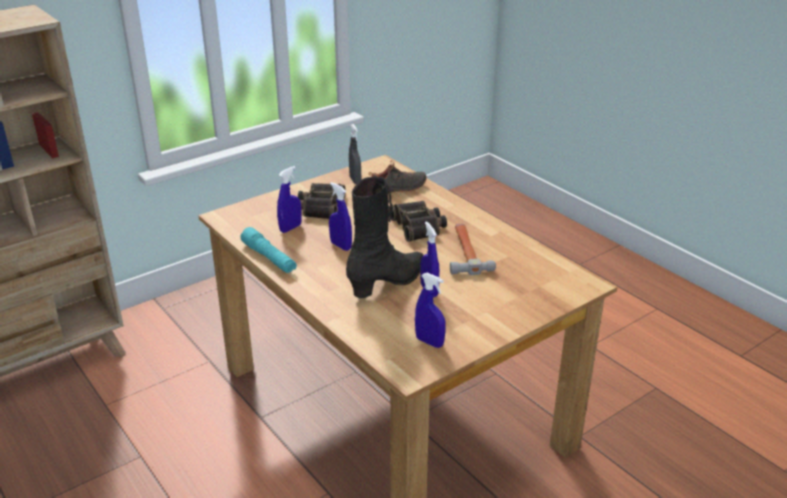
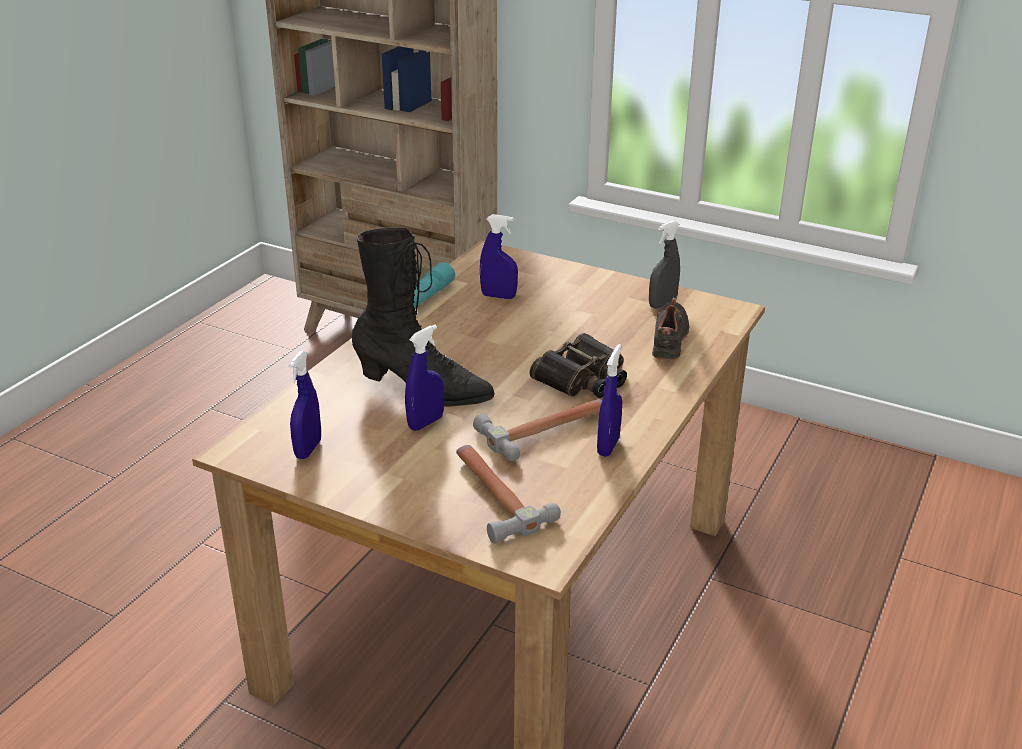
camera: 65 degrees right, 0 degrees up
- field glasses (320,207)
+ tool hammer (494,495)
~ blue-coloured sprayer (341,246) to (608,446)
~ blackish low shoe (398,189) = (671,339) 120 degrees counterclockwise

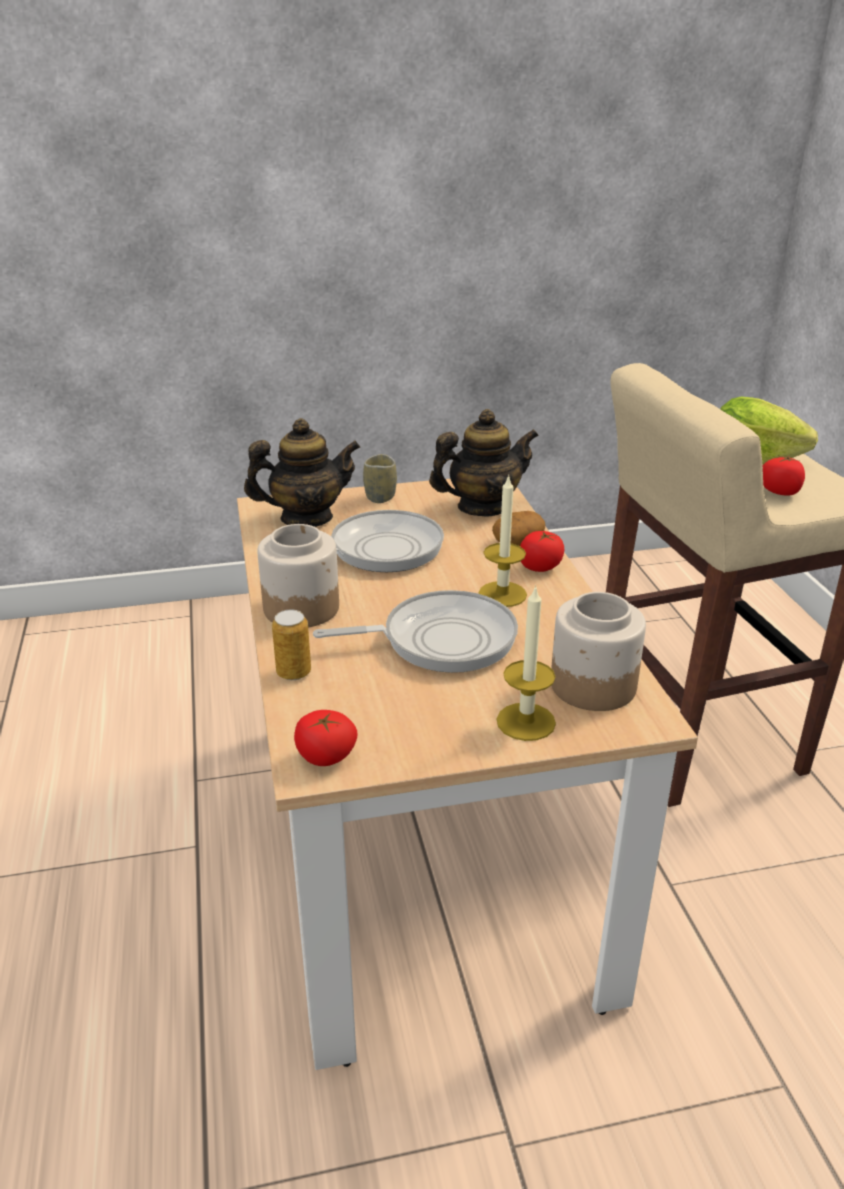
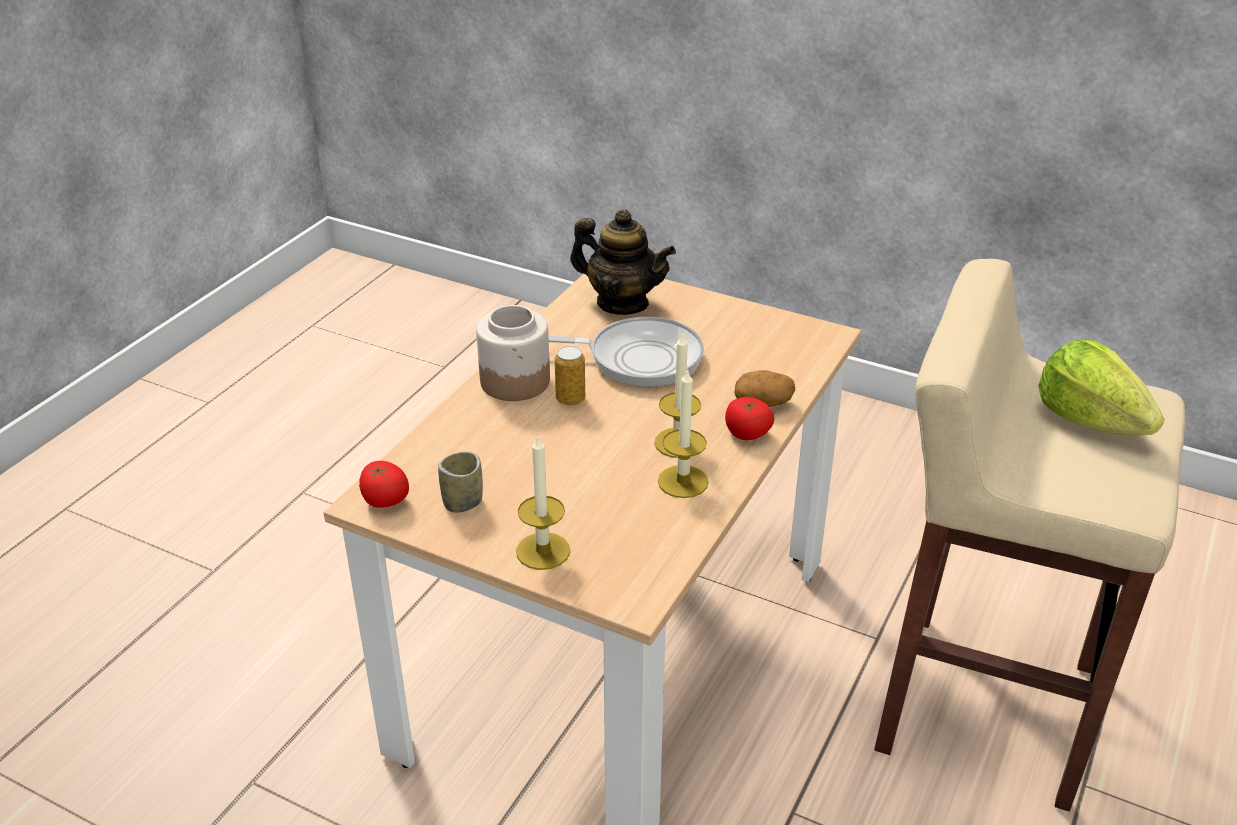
camera: 40 degrees right, 5 degrees up
- pan (441,640)
- teapot (482,507)
- preserve jar (592,686)
- whole tomato (780,491)
+ candle (683,481)
~ can (293,672) to (570,399)
~ cup (380,497) to (463,502)

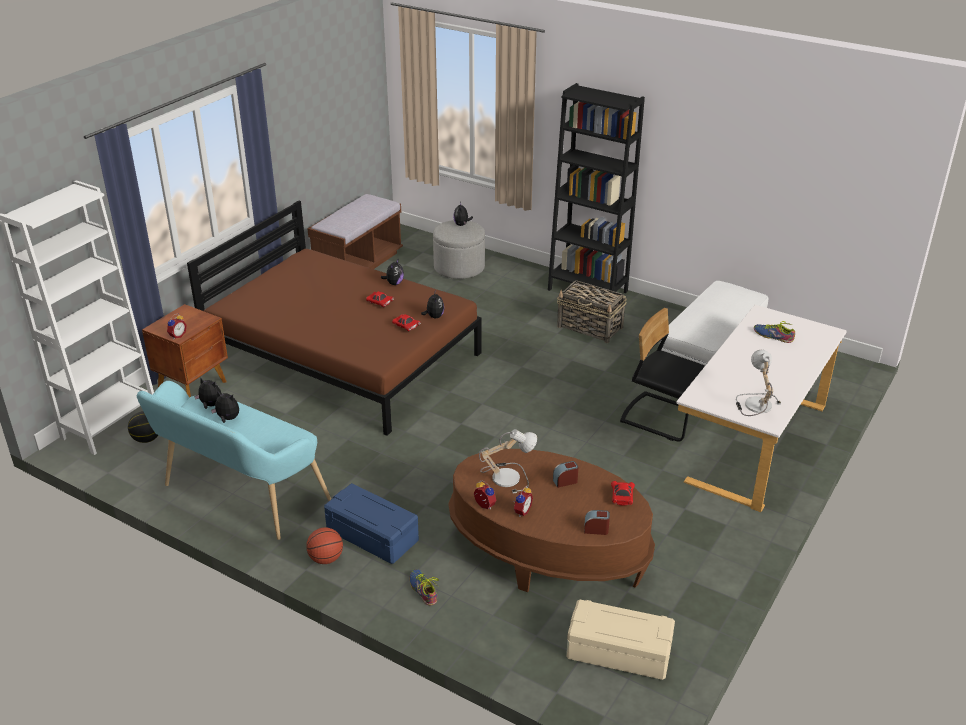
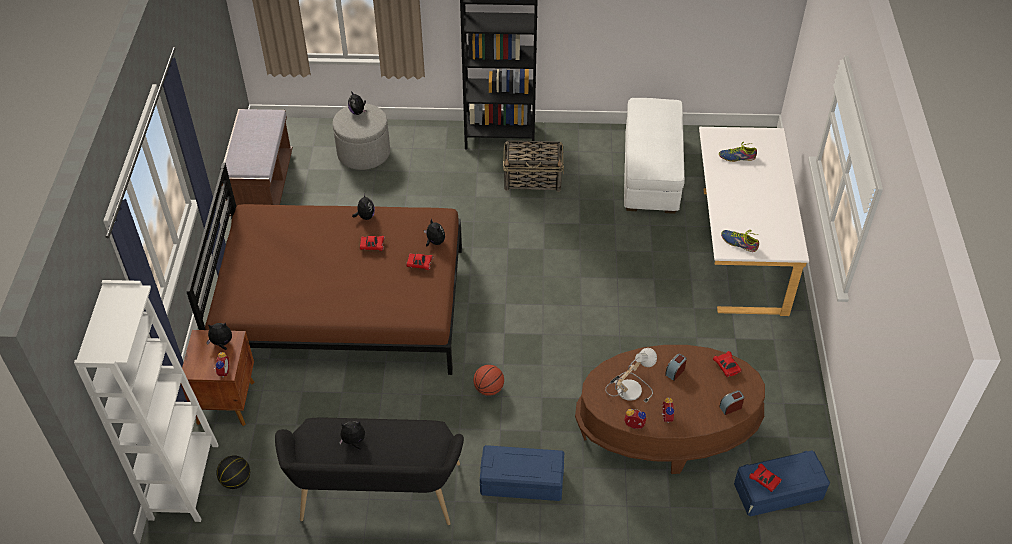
camera: 30 degrees left, 15 degrees up
- blackish chair (663,418)
- lamp for a table (755,404)
+ red-coloured toy car (764,480)
~ plush toy (210,405) to (222,343)
~ basketball ball (326,559) to (489,389)
~ low shoe (423,590) to (739,243)
~ turquoise bench (239,496) to blackish bench (377,498)
~ beige storage container (618,652) to blue-coloured storage container (778,492)

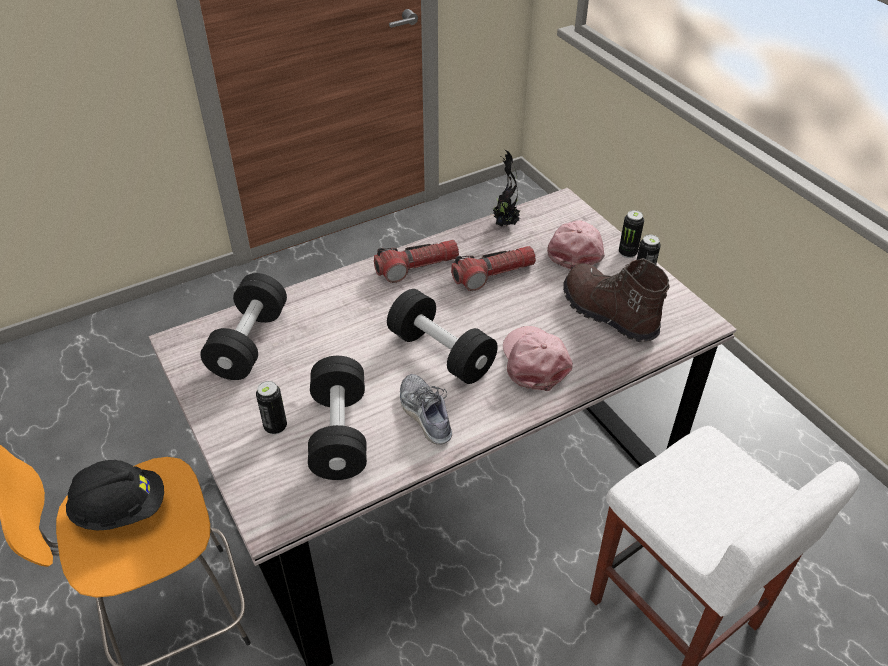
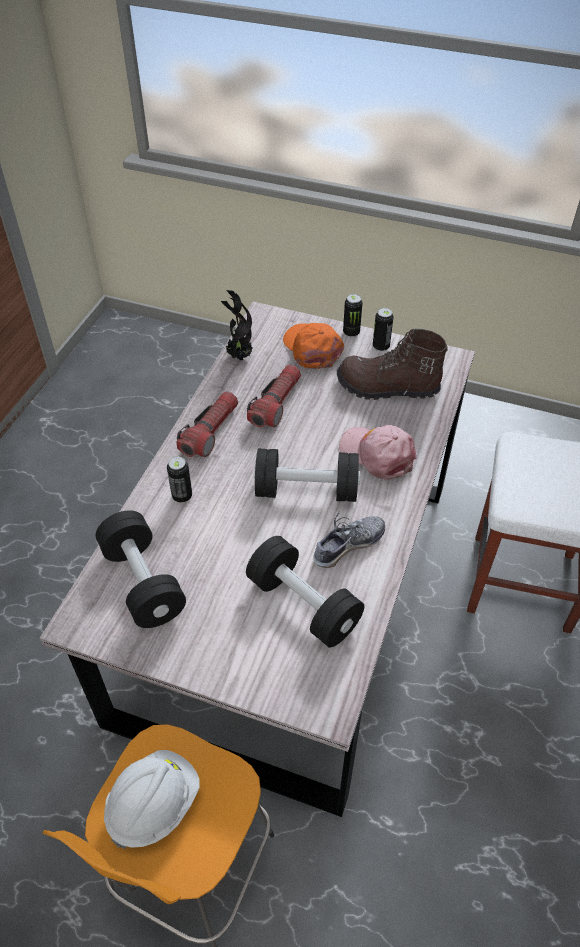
camera: 40 degrees left, 5 degrees up
~ can (275,427) to (182,496)
~ blackish safety helmet (121,509) to white-coloured safety helmet (153,804)
~ pink-coloured cap (576,248) to orangey cap (312,349)
~ low shoe (425,414) = (348,545) 120 degrees clockwise

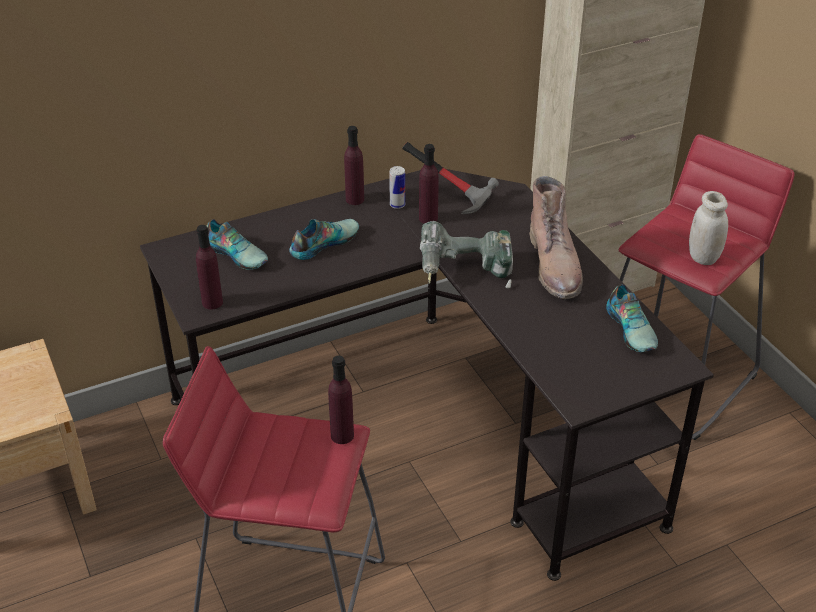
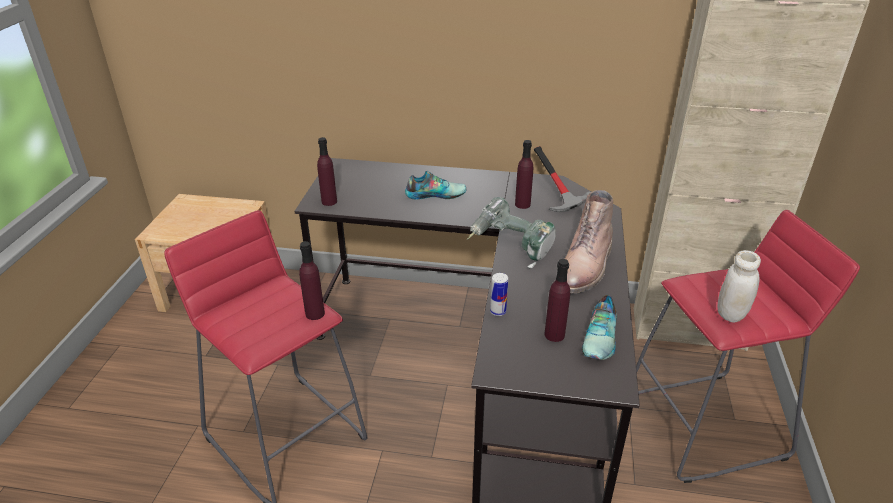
camera: 35 degrees right, 5 degrees down
- low shoe (237,253)
~ purple-coloured bottle (355,199) to (554,335)
~ can (397,205) to (498,311)

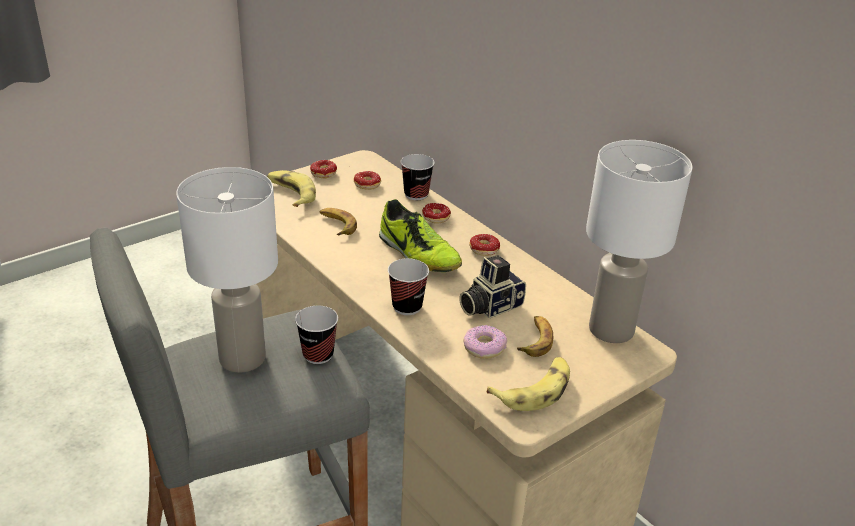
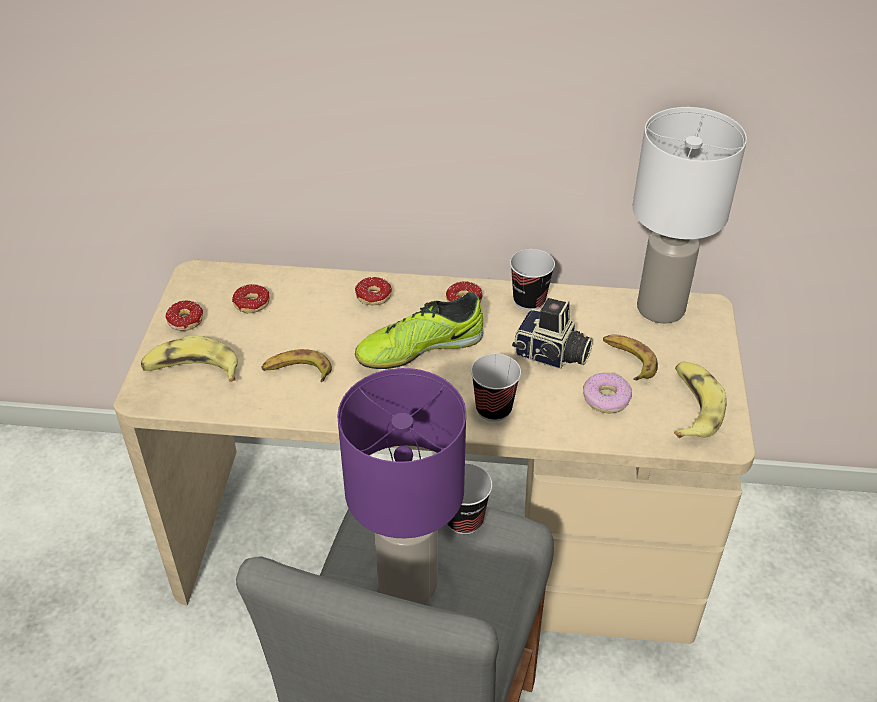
camera: 45 degrees left, 10 degrees up
~ cup (416,194) to (529,300)
~ white-coloured lamp for a table (243,359) to purple-coloured lamp for a table (409,583)
~ low shoe (418,255) = (419,348) 150 degrees clockwise
~ still camera (489,306) = (551,355) 75 degrees counterclockwise

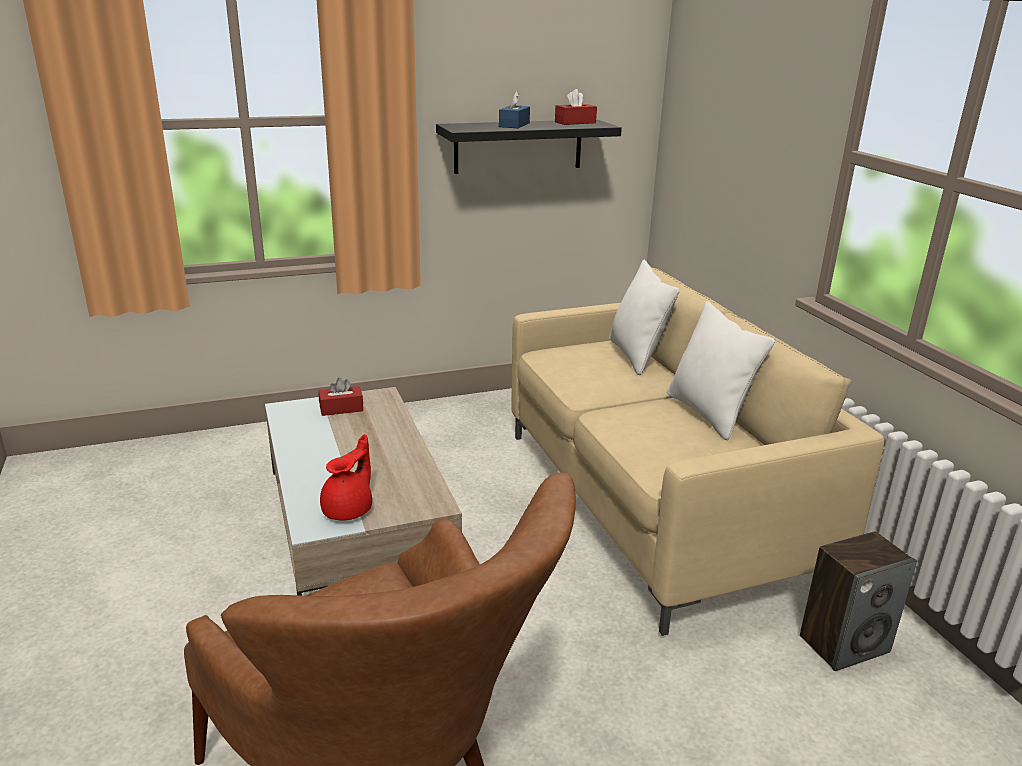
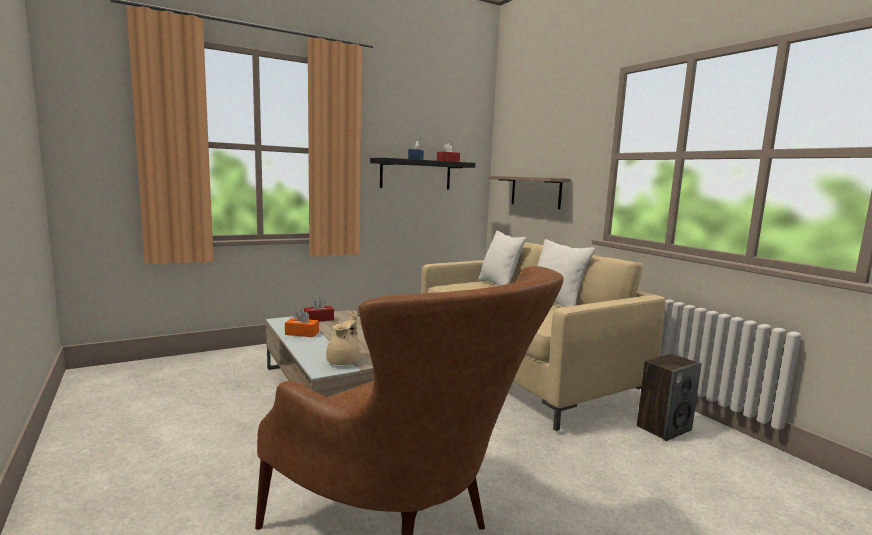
camera: 10 degrees left, 15 degrees down
+ orangey tissue box (302,333)
+ bracket shelf (535,192)
~ red-coloured teapot (349,509) to beige teapot (345,361)

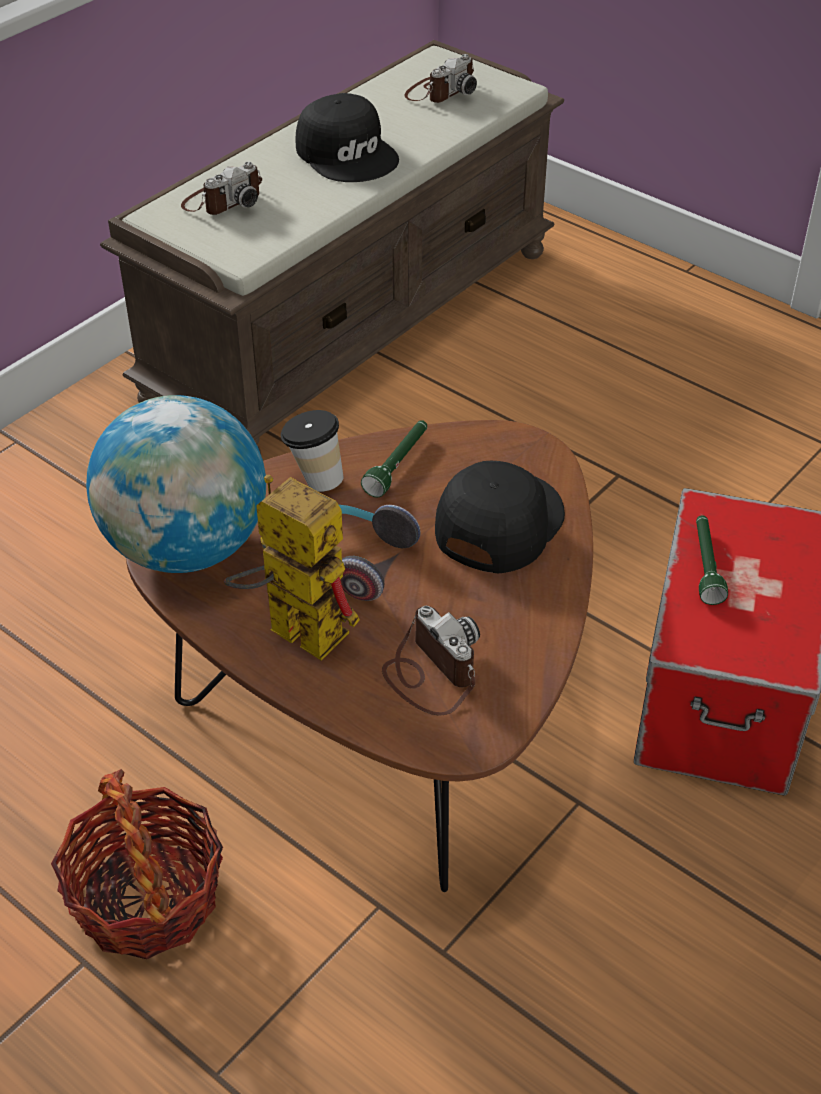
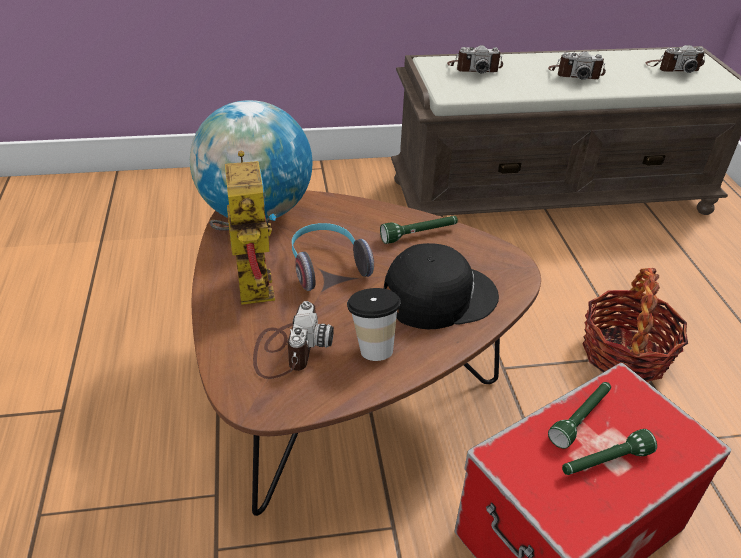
camera: 40 degrees right, 5 degrees down
+ green-coloured flashlight (604,462)
~ basket (146,897) to (624,354)
~ cup (314,480) to (372,347)
~ blackish cap (348,153) to still camera (575,74)

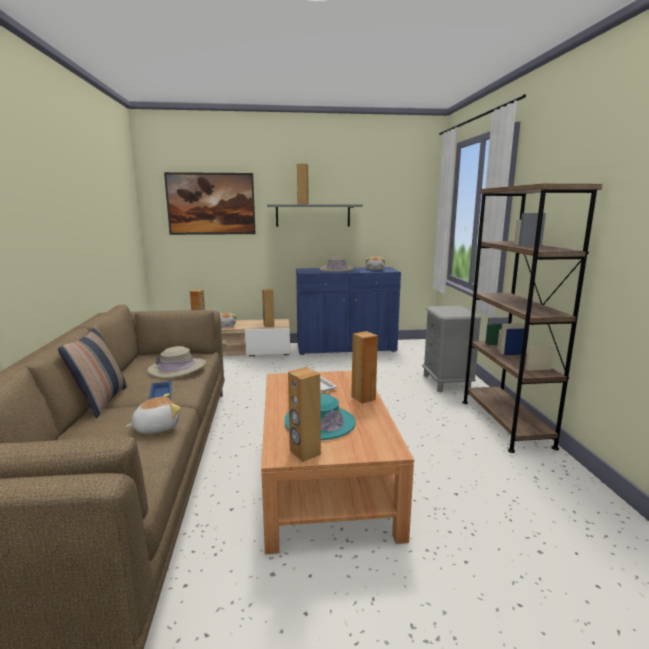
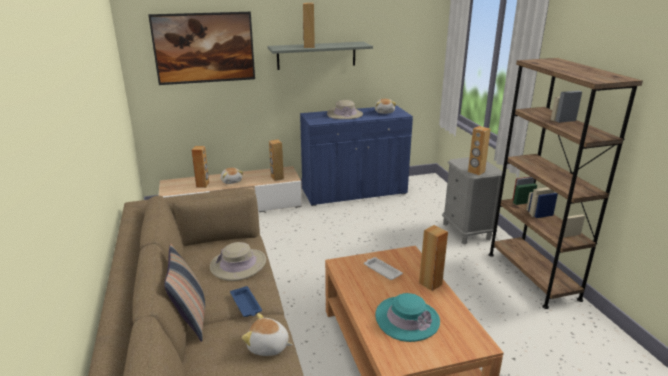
camera: 10 degrees left, 10 degrees up
~ brown speaker (304,453) to (476,172)
~ plush toy (156,427) = (268,347) 120 degrees counterclockwise

